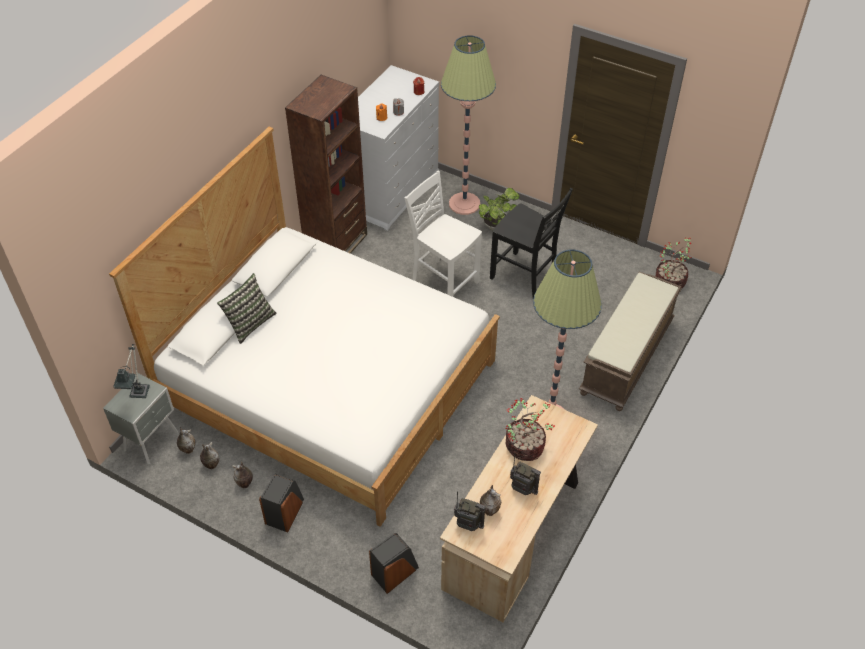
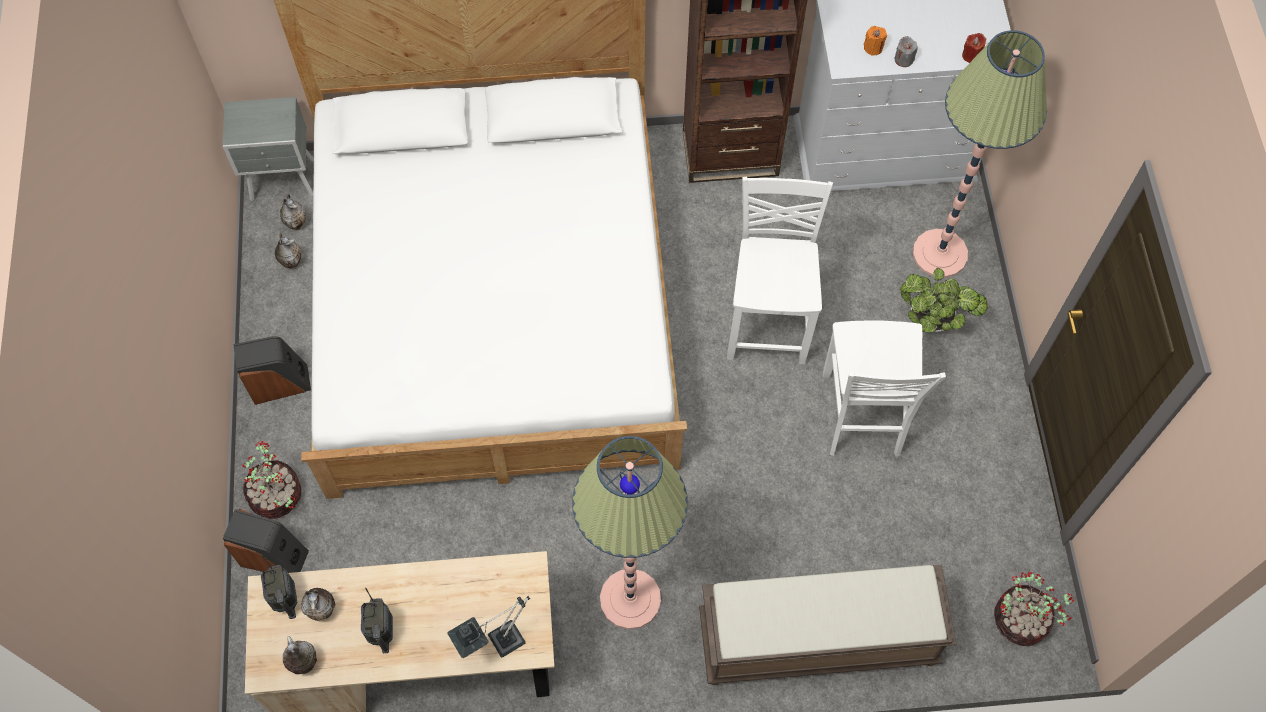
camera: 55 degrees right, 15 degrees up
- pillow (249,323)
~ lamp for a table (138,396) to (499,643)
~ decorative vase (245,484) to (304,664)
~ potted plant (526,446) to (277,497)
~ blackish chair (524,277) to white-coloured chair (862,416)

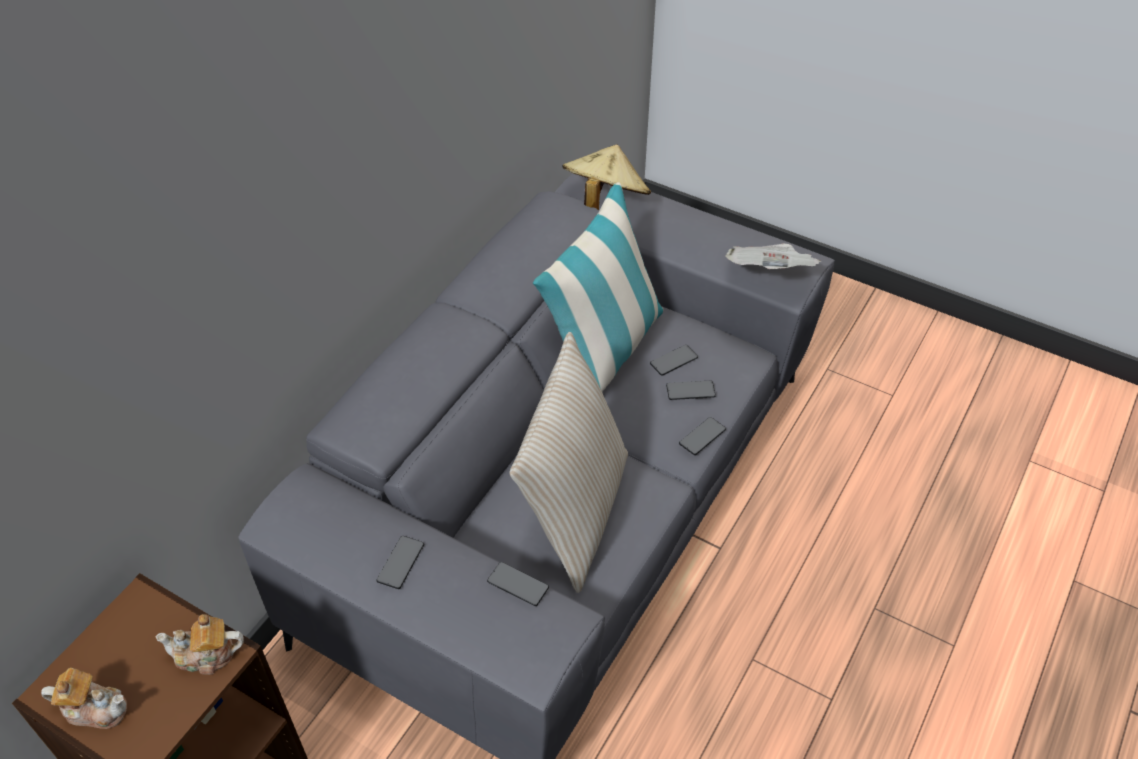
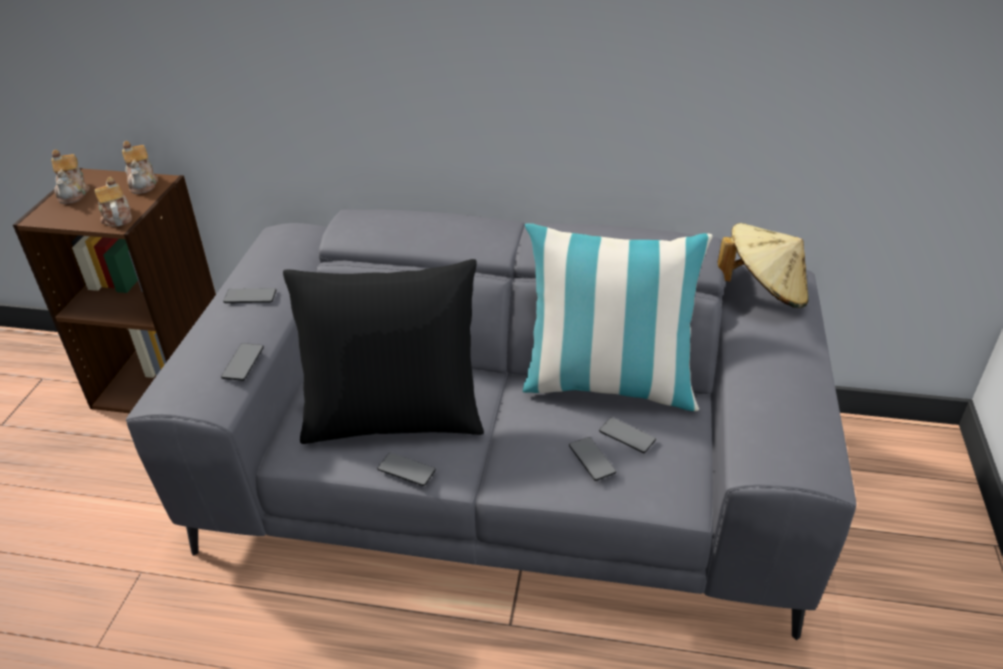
camera: 70 degrees right, 10 degrees down
- newspaper (769,275)
+ teapot (143,183)
~ telephone (702,436) to (406,470)
~ beige pillow (573,512) to blackish pillow (394,417)

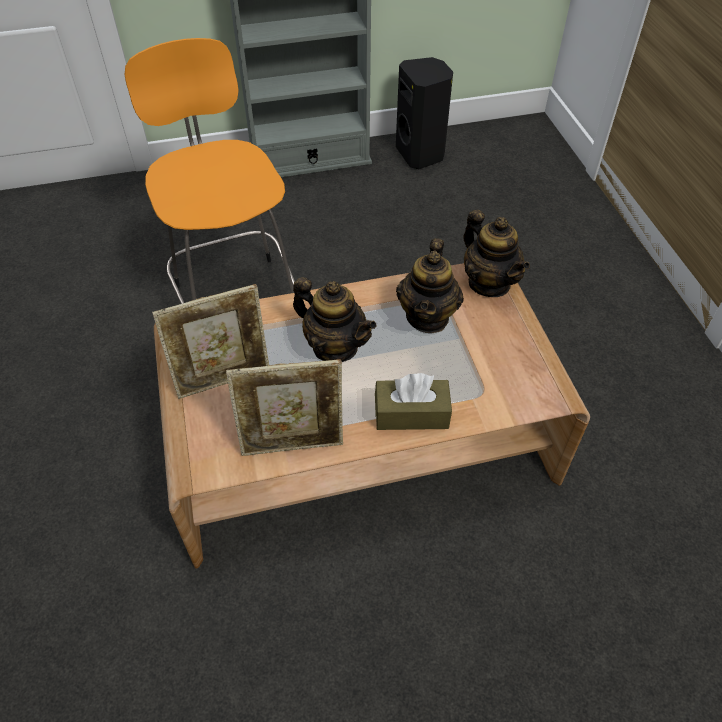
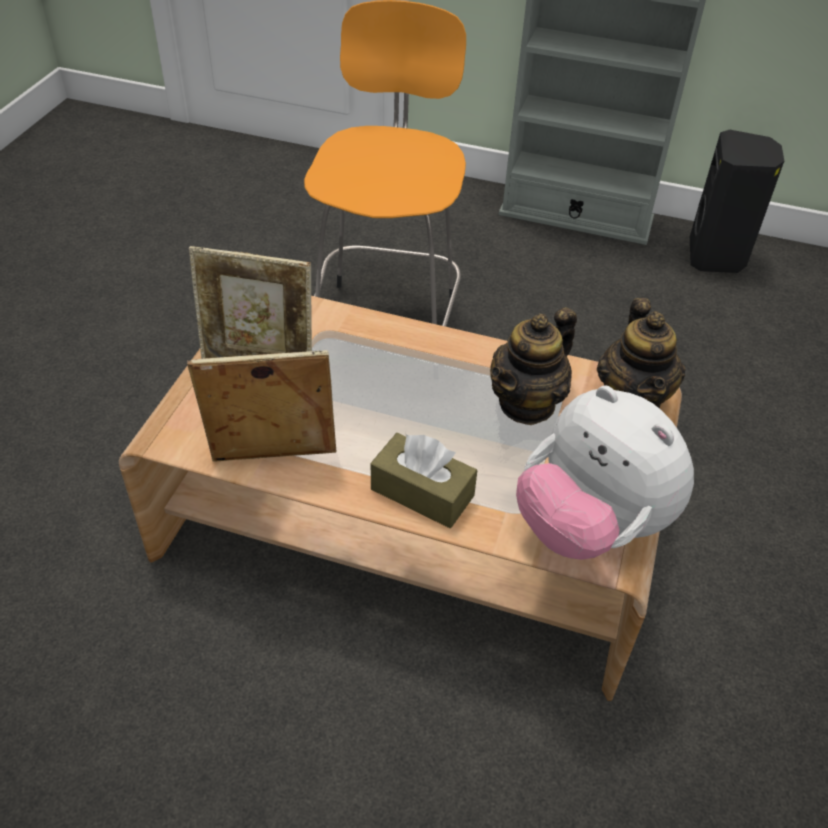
camera: 30 degrees right, 5 degrees down
- teapot (335,346)
+ plush toy (590,526)
~ photo frame (293,445) = (273,460) 150 degrees clockwise

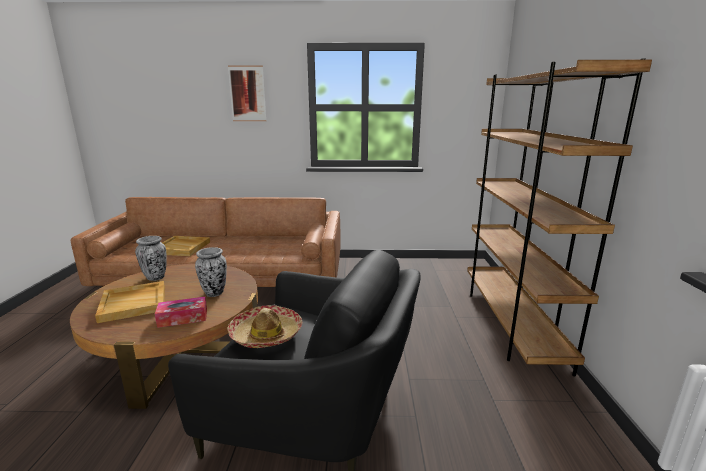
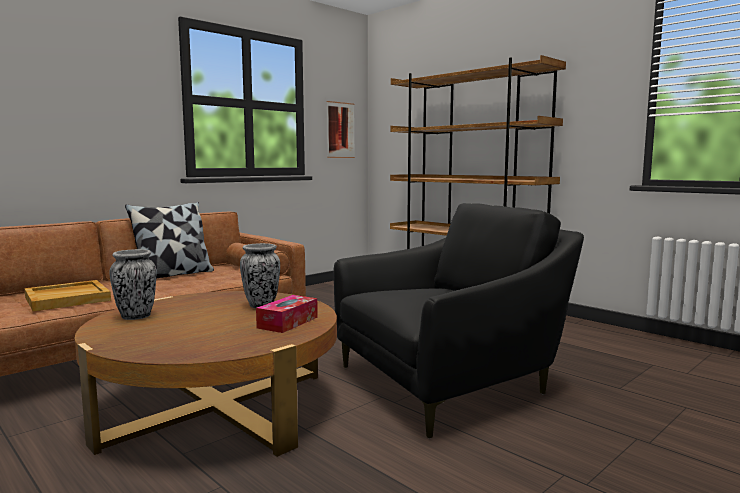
camera: 45 degrees left, 10 degrees down
- beige carrying tray (134,303)
- clothing hat (266,334)
+ pillow (173,275)
~ wall art (247,94) to (340,130)

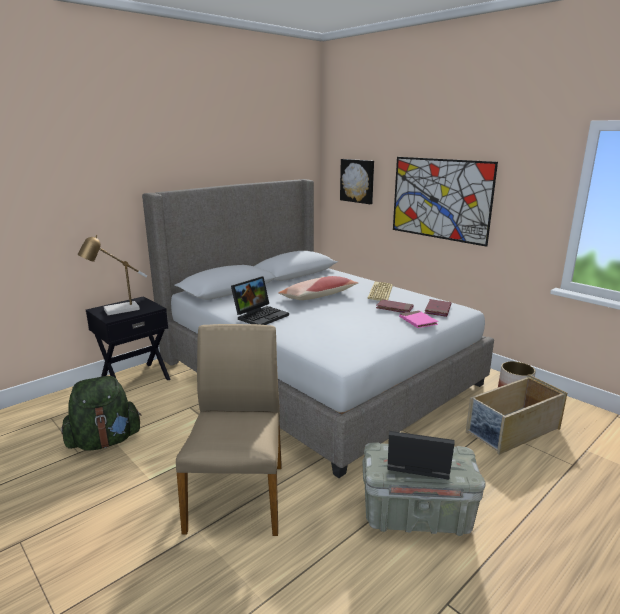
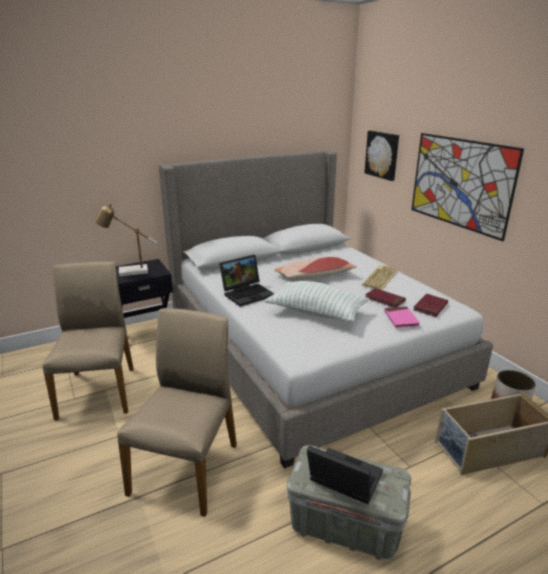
camera: 15 degrees right, 5 degrees up
+ pillow (316,312)
~ green-coloured backpack (105,441) to beige chair (98,391)

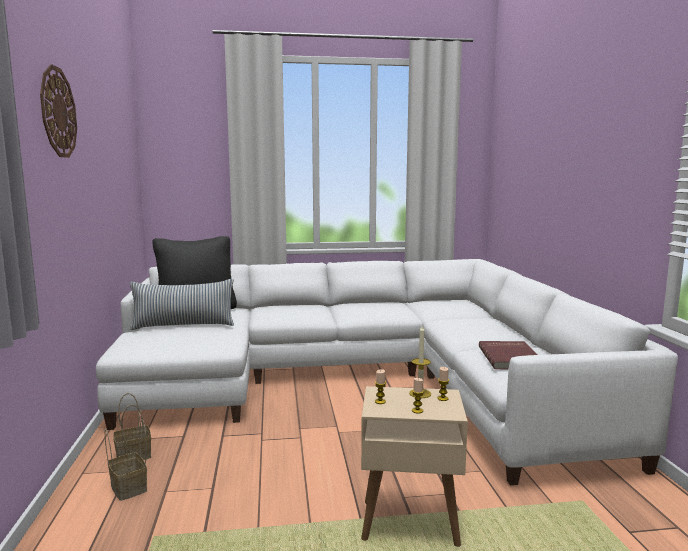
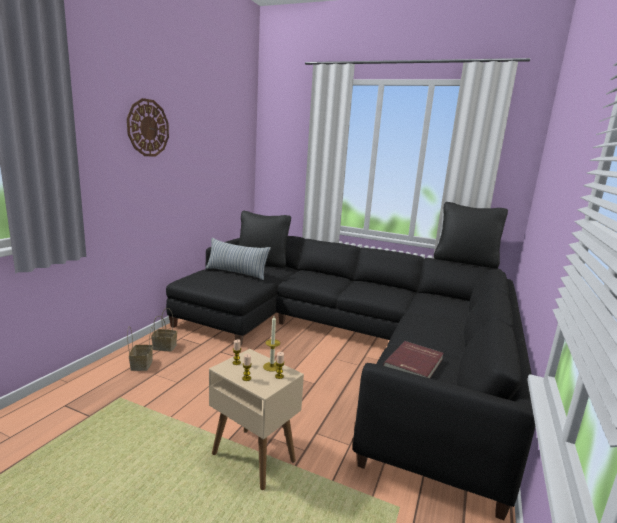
camera: 30 degrees right, 5 degrees up
+ blackish pillow (465,261)
~ white-coloured settee (362,381) to blackish settee (350,344)

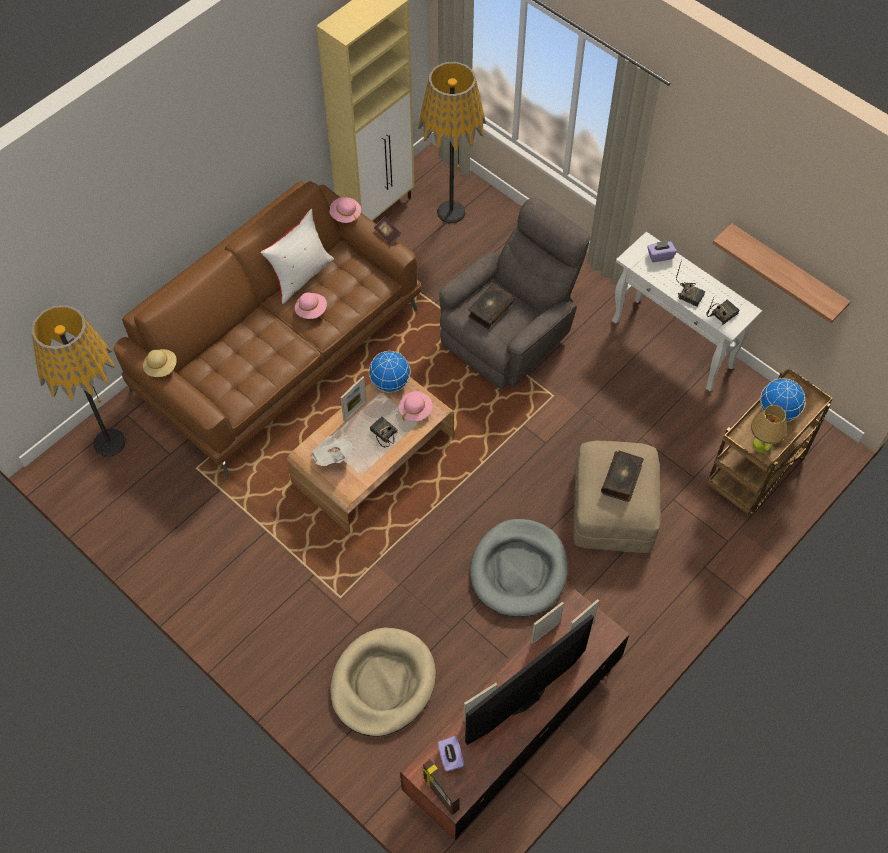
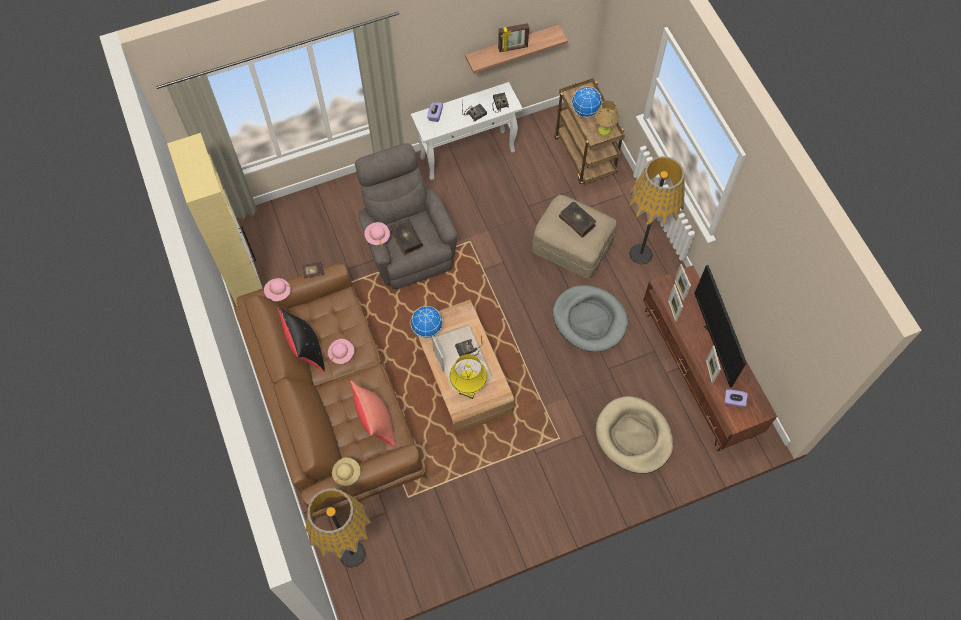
camera: 65 degrees left, 5 degrees up
+ red-coloured pillow (375,422)
~ pink-coloured clothing hat (415,410) to (377,236)
~ floor lamp (451,212) to (640,254)
~ photo frame (440,794) to (513,48)
~ newspaper (333,456) to yellow lamp for a table (468,390)
~ white-coloured pillow (300,276) to blackish pillow (305,349)

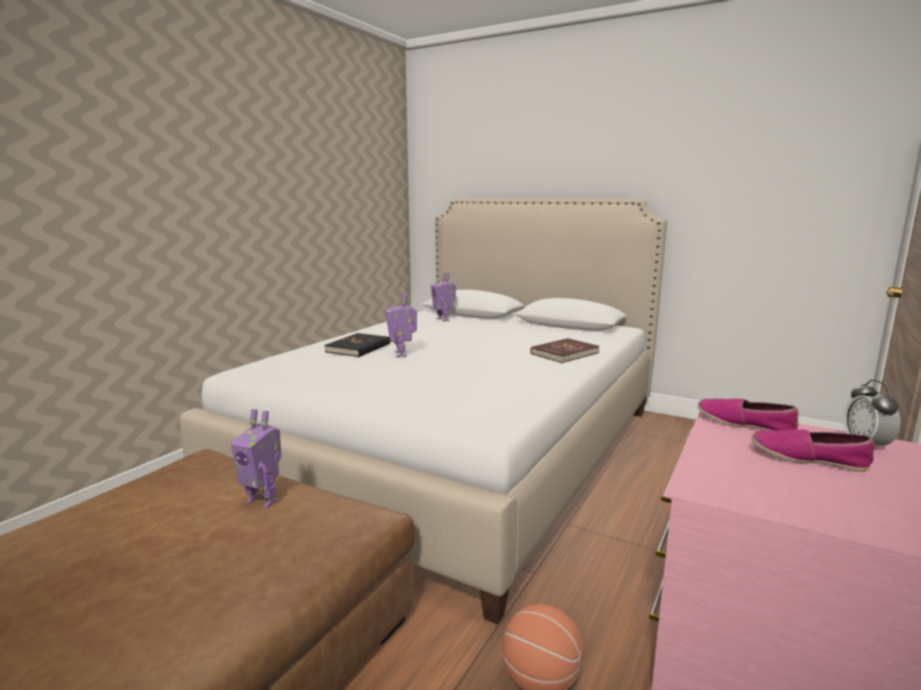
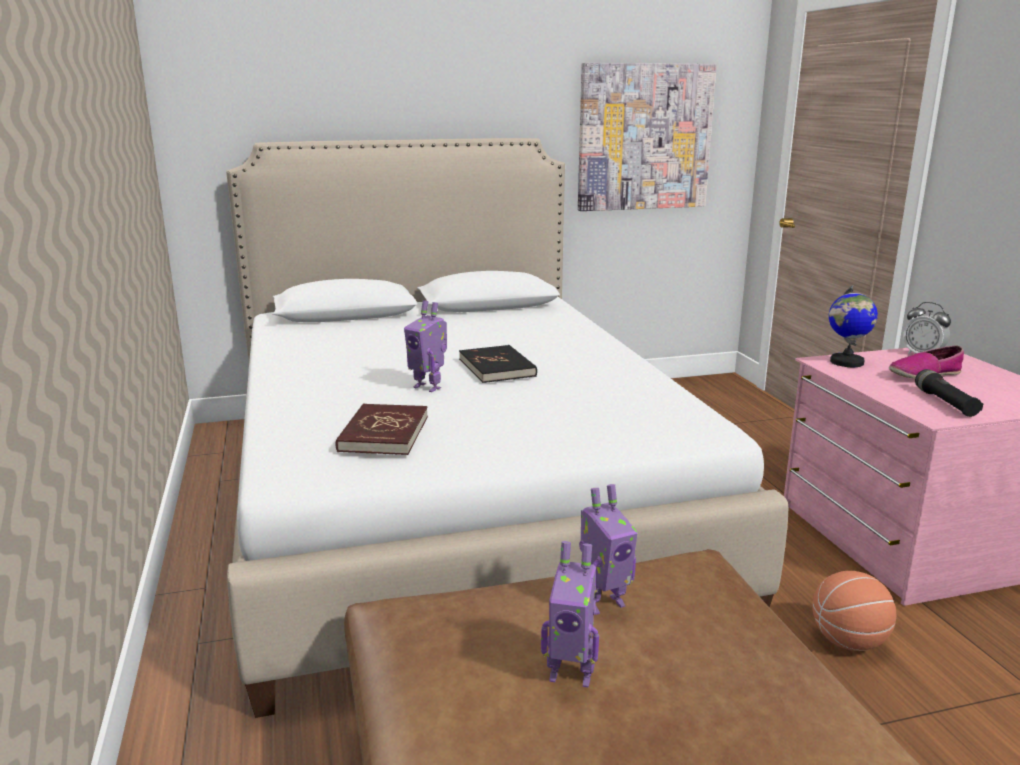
camera: 45 degrees left, 5 degrees up
+ wall art (644,137)
+ blackish flashlight (945,403)
~ blackish bound book (358,348) to (497,367)
~ robot figure (443,319) to (571,674)
~ red-coloured bound book (564,353) to (383,433)
~ low shoe (744,424) to globe (846,362)

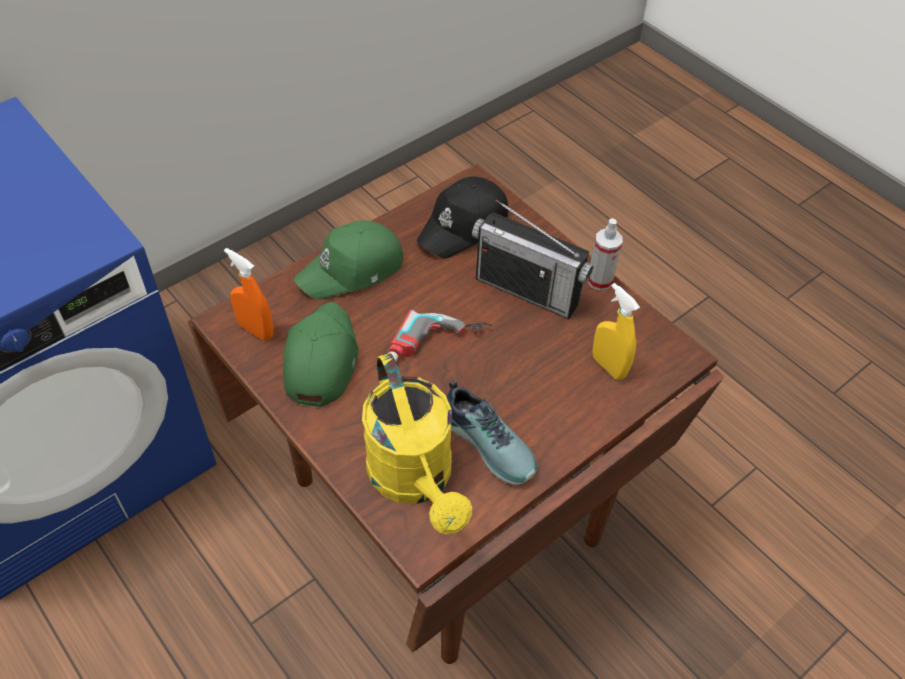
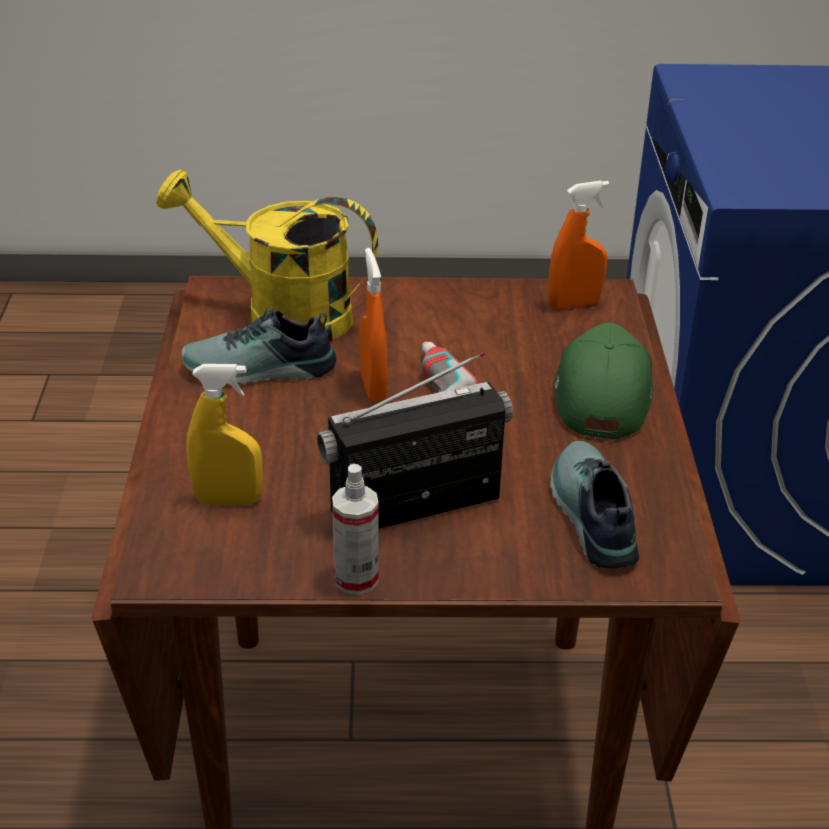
camera: 130 degrees right, 15 degrees down
- green-coloured cap (320,359)
+ orangey sprayer (373,387)
~ blackish cap (464,226) to low shoe (590,515)

